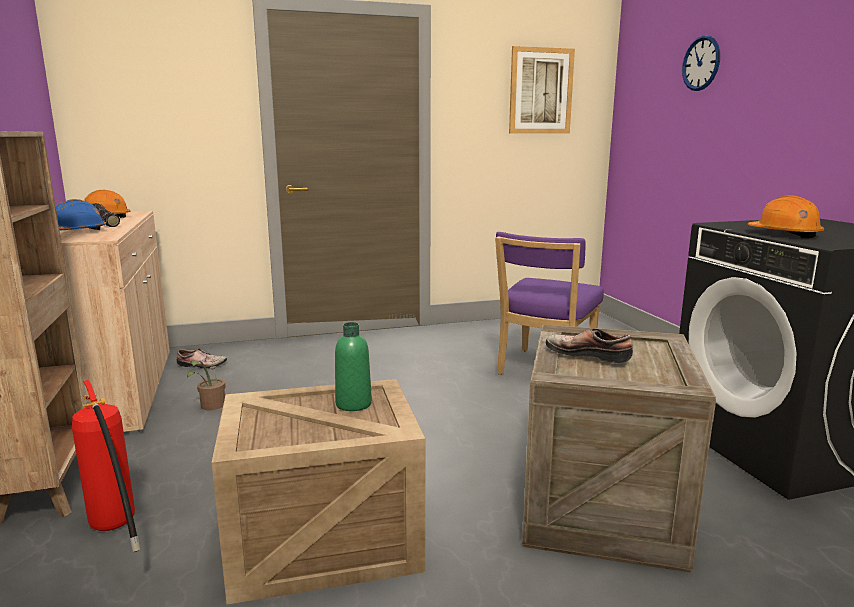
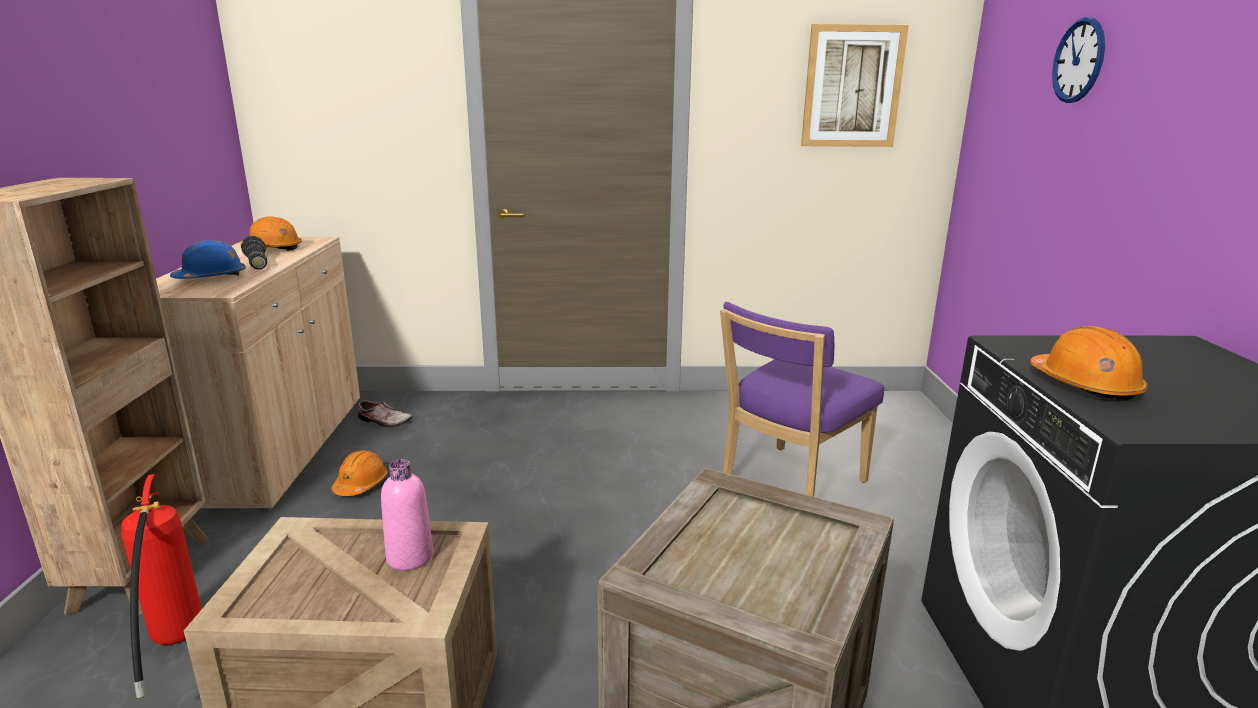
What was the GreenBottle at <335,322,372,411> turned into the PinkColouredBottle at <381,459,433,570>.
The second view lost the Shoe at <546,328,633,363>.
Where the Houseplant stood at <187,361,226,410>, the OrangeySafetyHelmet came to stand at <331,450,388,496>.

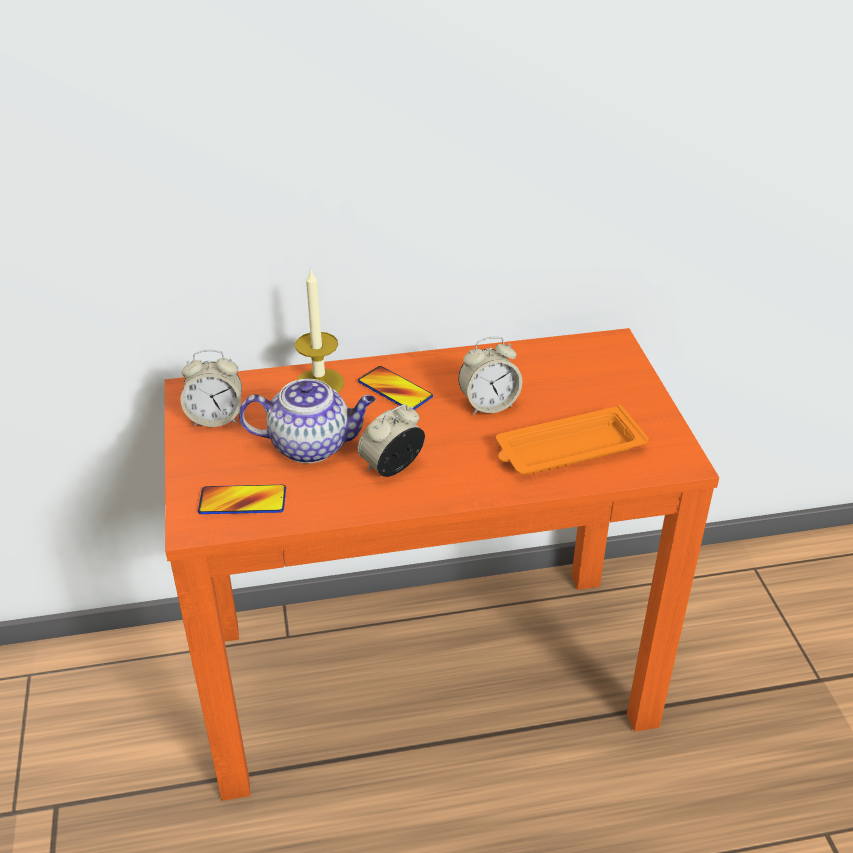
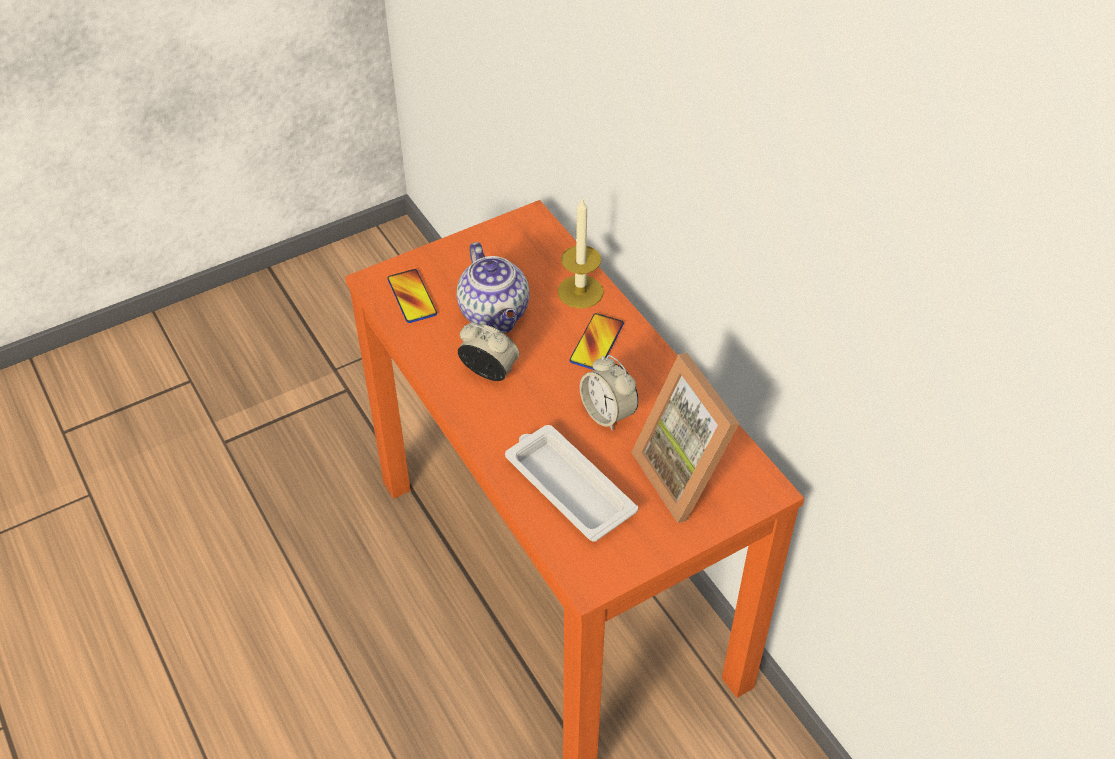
The second view lost the TableClock at <180,350,242,427>.
What was the OrangeyTray at <496,405,649,475> turned into the WhiteColouredTray at <505,425,638,542>.
The second view gained the StandingFrame at <631,353,740,523>.

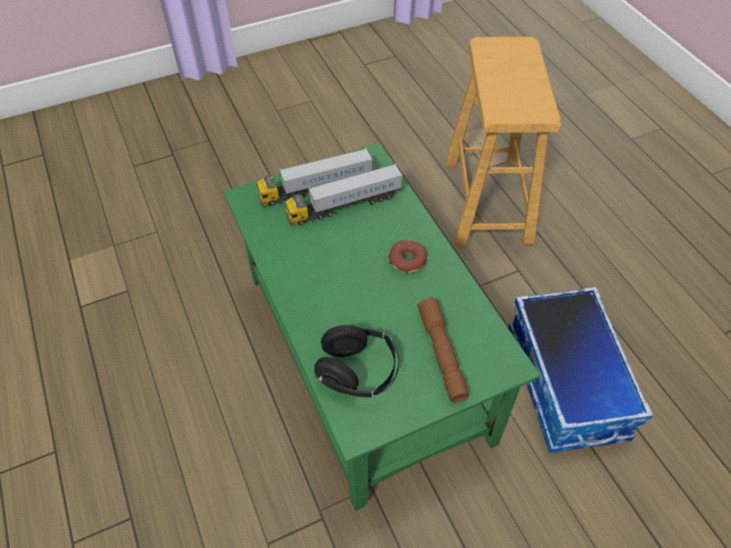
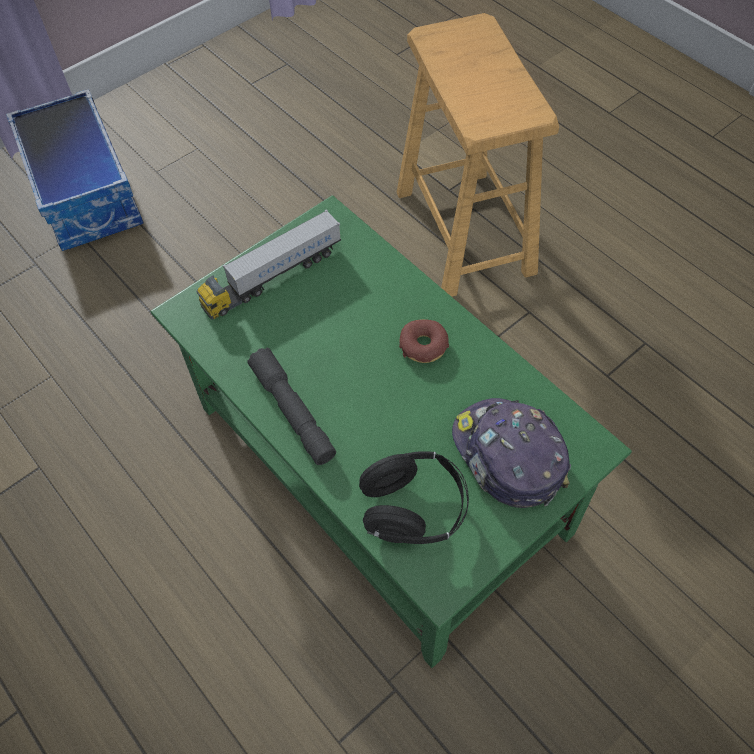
The second view lost the ToyLorry at <285,163,403,226>.
The StorageBox ended up elsewhere, having gone from <508,287,653,453> to <6,89,144,251>.
Where the BrownishTorch stood at <417,297,469,403>, the PeakedCap came to stand at <452,398,571,508>.
The second view gained the GreyishTorch at <247,348,336,465>.

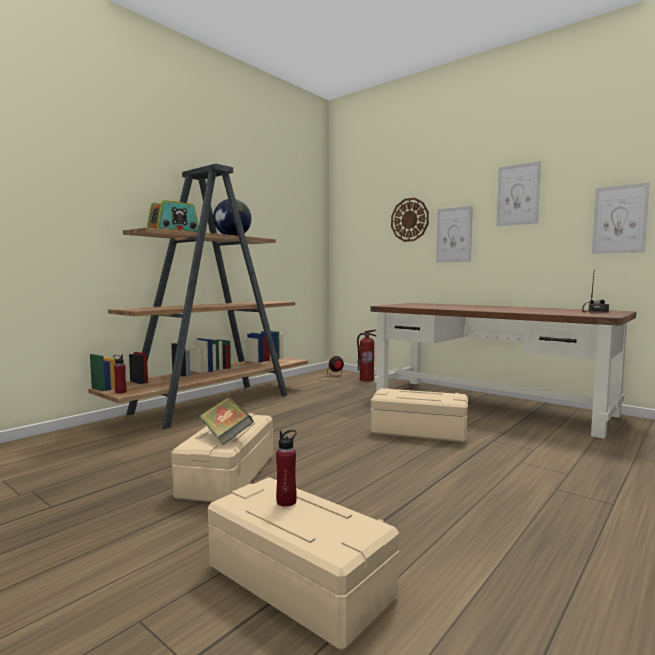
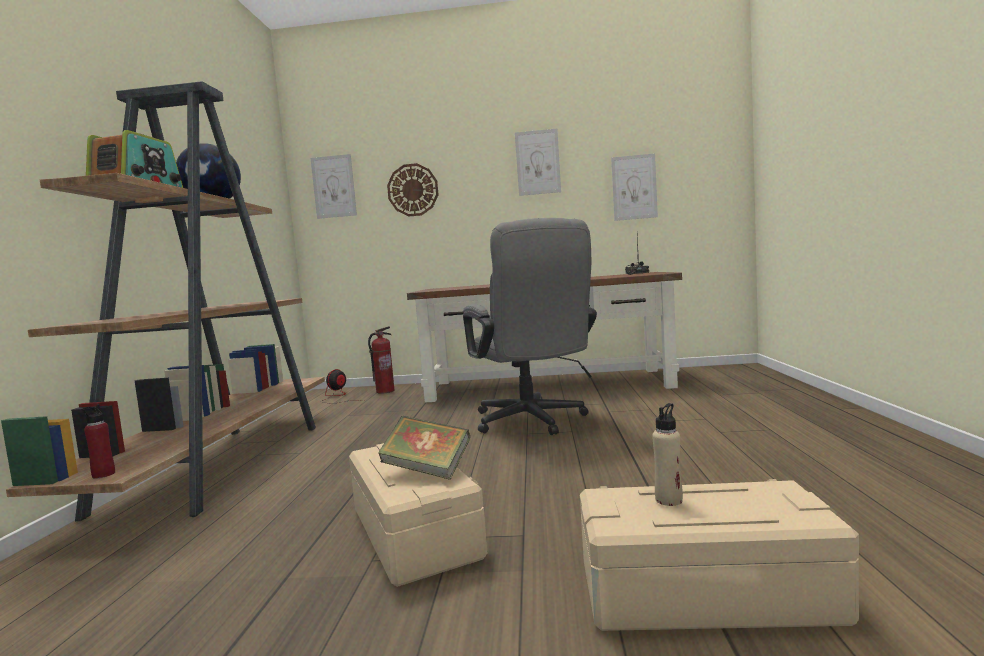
The WallArt ended up elsewhere, having gone from <436,206,473,262> to <310,154,357,219>.
Where the BeigeStorageBox stood at <370,388,468,442>, the GreyishDeskChair came to stand at <463,218,597,435>.
What was the RedColouredBottle at <276,430,297,507> turned into the BeigeBottle at <652,403,683,506>.

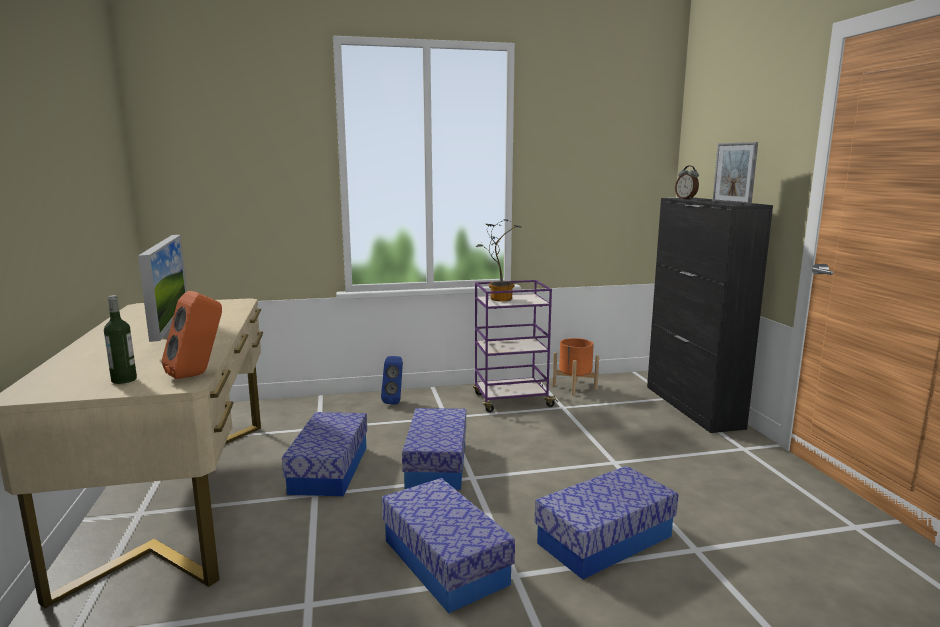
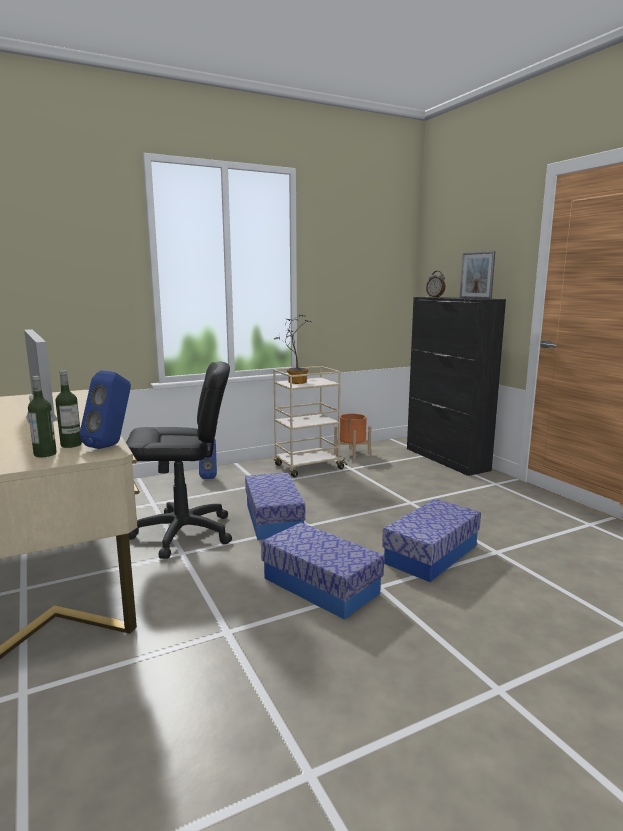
What was the PurplishCart at <473,280,558,412> turned into the BeigeCart at <273,366,347,477>.
What was the OrangeyAudioSpeaker at <162,291,222,379> turned into the BlueAudioSpeaker at <79,370,131,449>.
Where the StorageBox stood at <282,412,367,496>, the BlackColouredDeskChair came to stand at <126,362,232,559>.
The second view gained the Bottle at <55,371,82,448>.

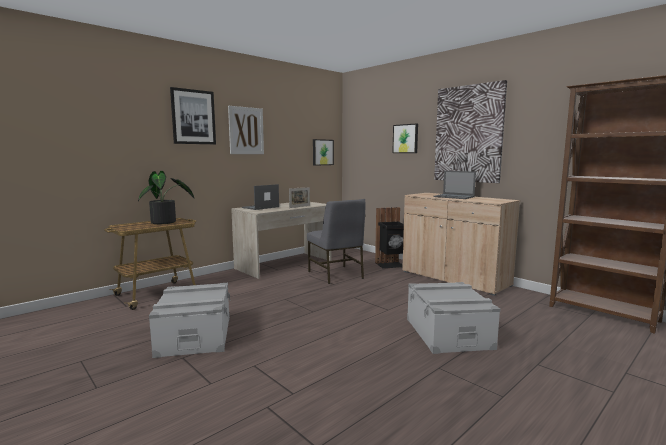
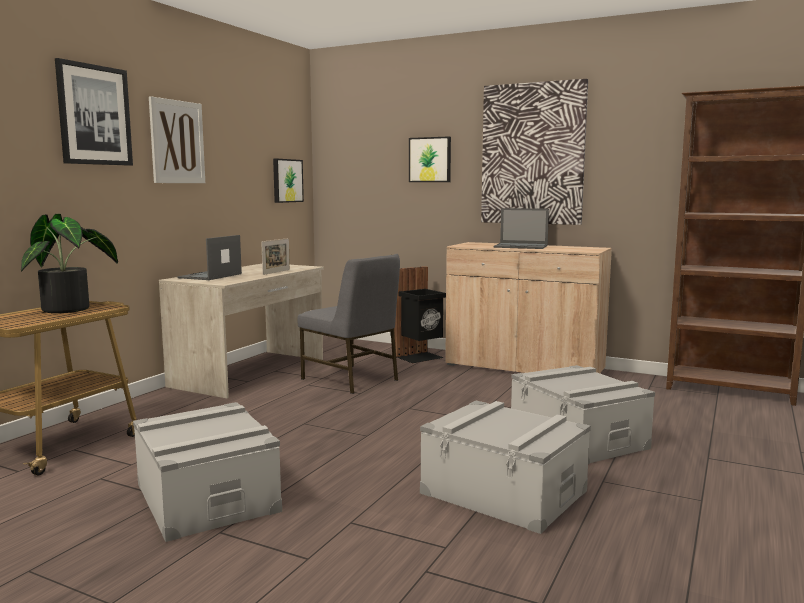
The second view gained the GreyishStorageBox at <420,401,591,534>.

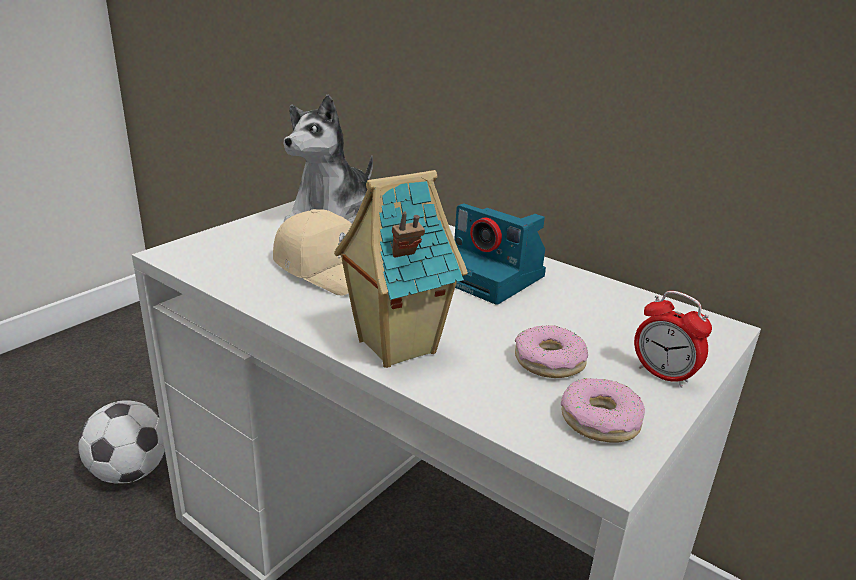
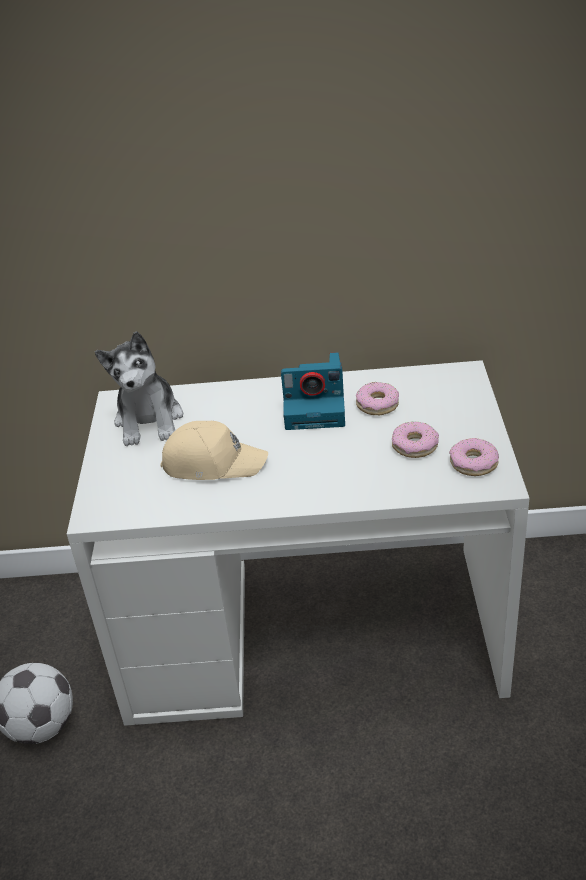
The second view lost the ToyHouse at <334,170,468,368>.
The second view lost the TableClock at <634,291,712,388>.
The second view gained the Doughnut at <356,382,399,415>.

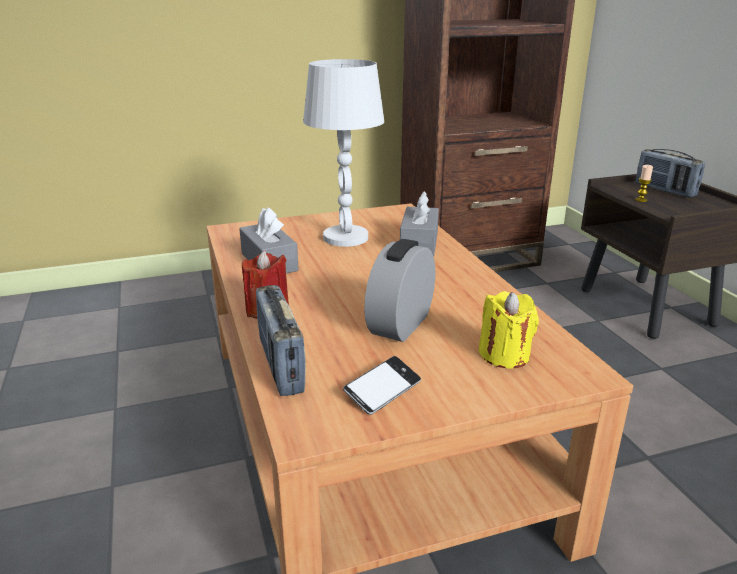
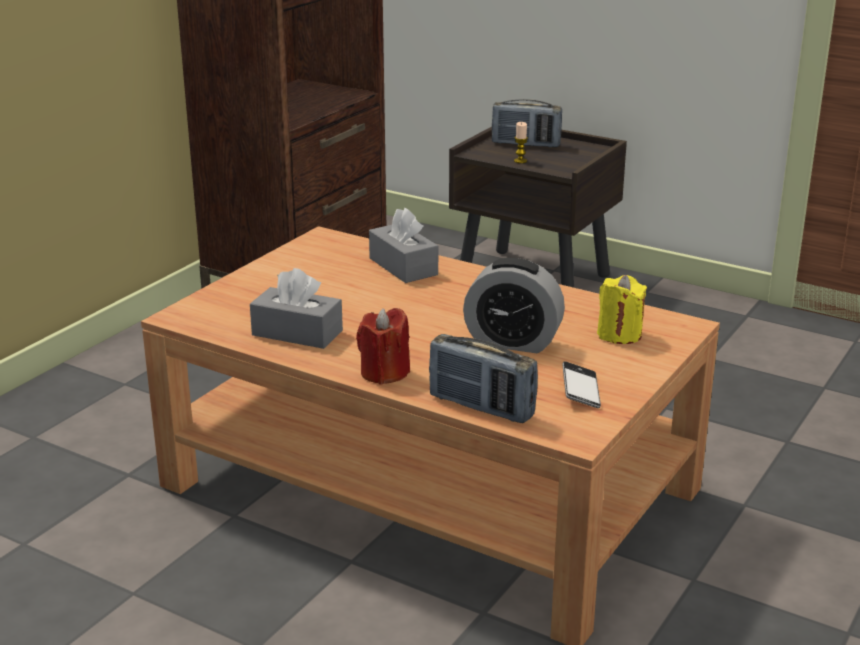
The second view lost the WhiteColouredTabletopLamp at <303,59,384,247>.
The TableClock at <364,239,435,342> ended up facing another way, 60 degrees counterclockwise from before.

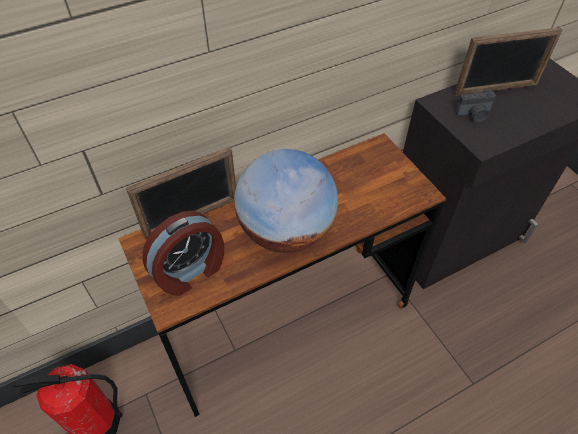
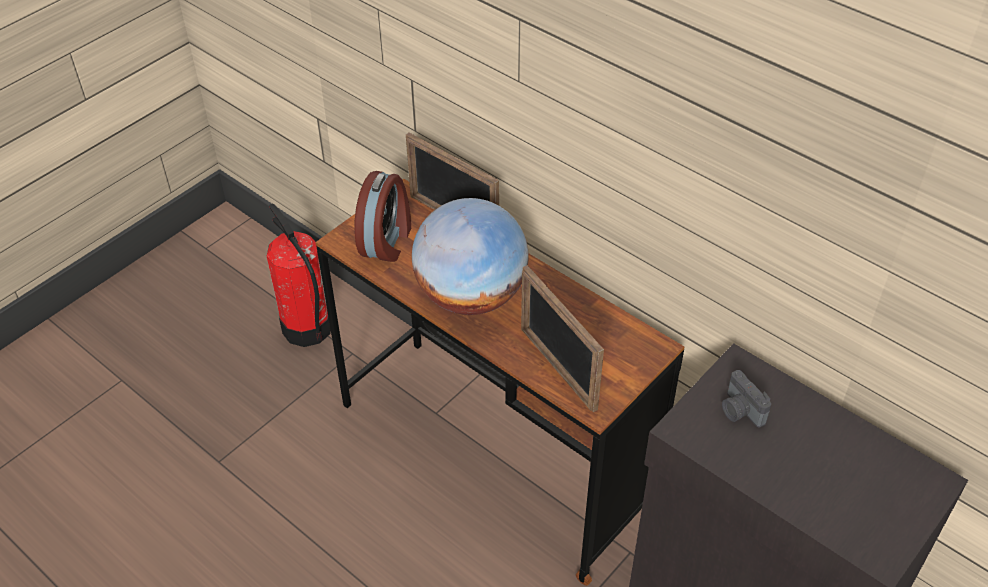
The StandingFrame ended up elsewhere, having gone from <454,27,563,96> to <521,265,604,412>.
The TableClock at <142,211,224,296> ended up facing another way, 105 degrees counterclockwise from before.

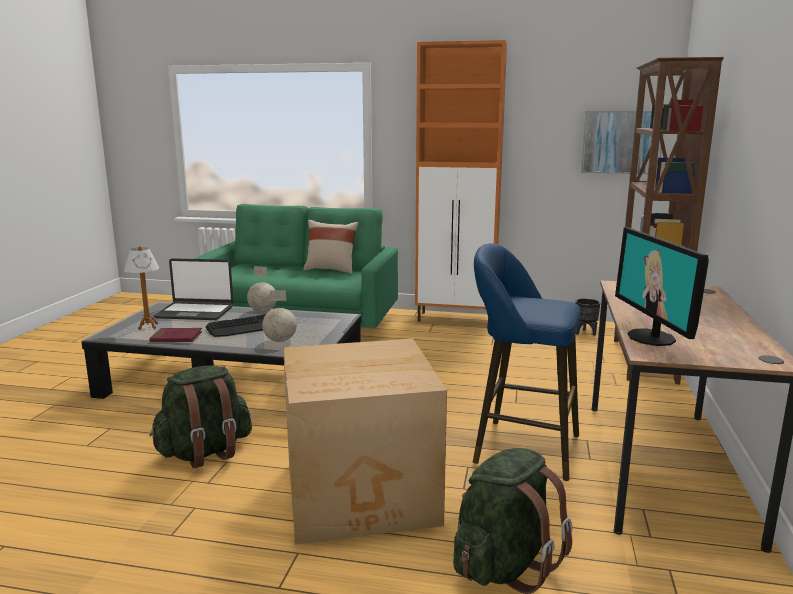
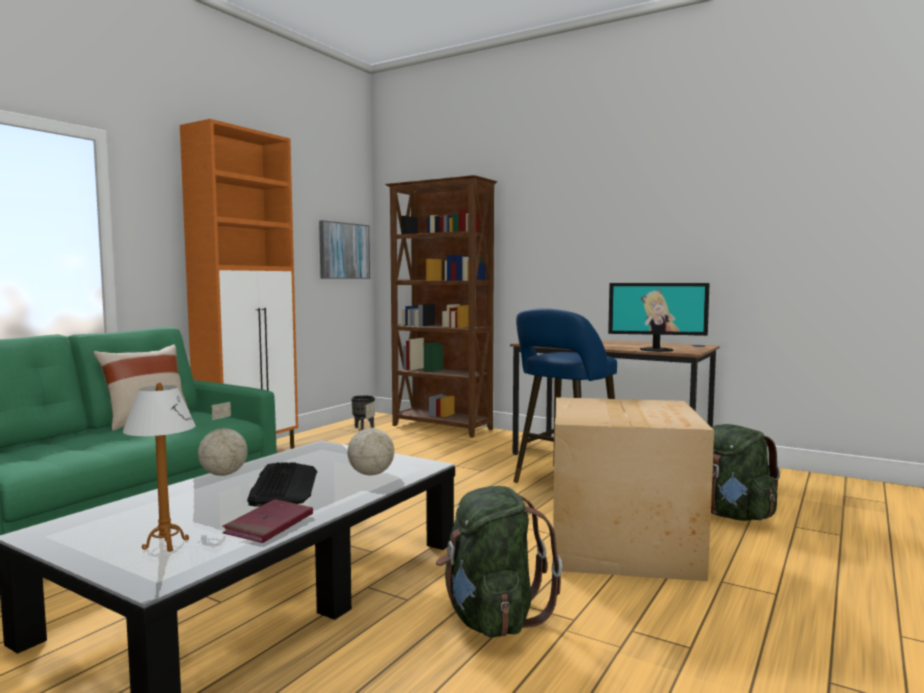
The second view lost the NotebookComputer at <154,258,234,320>.

